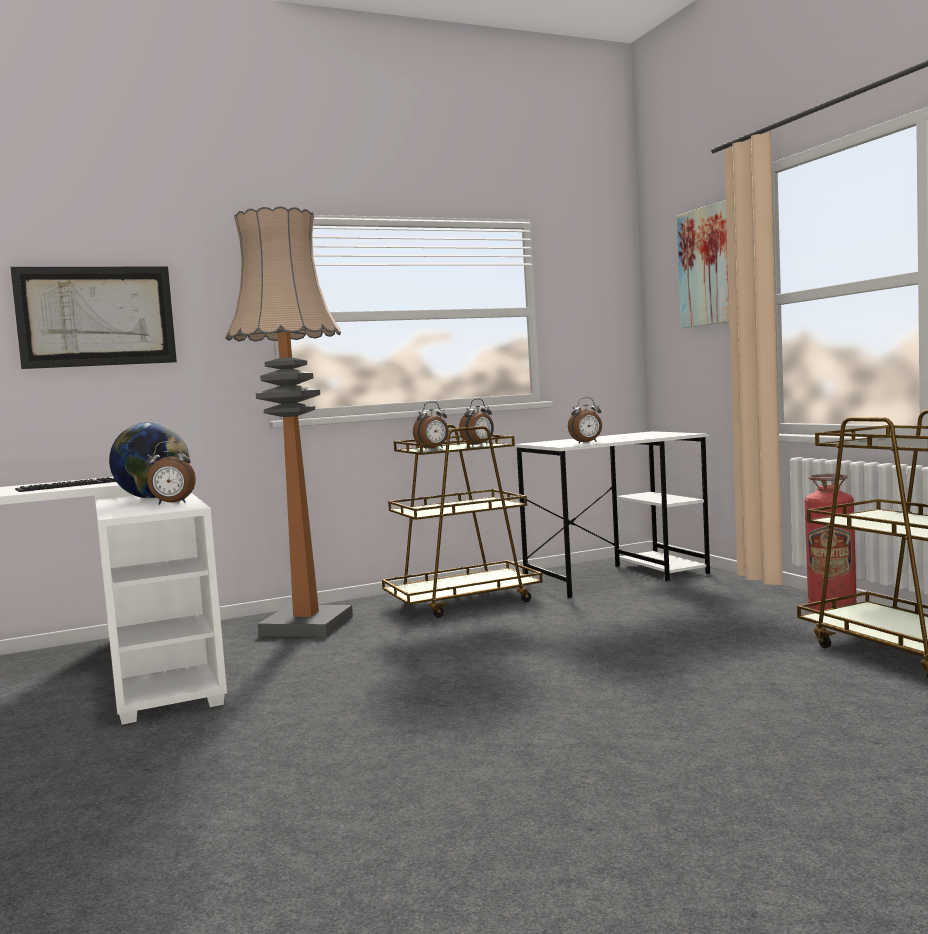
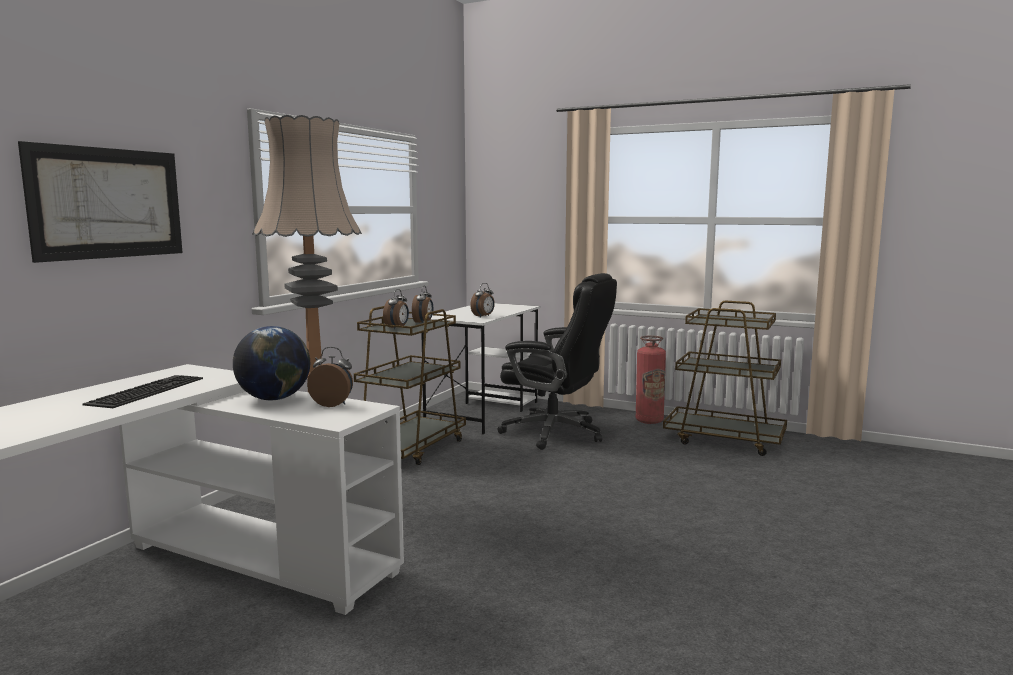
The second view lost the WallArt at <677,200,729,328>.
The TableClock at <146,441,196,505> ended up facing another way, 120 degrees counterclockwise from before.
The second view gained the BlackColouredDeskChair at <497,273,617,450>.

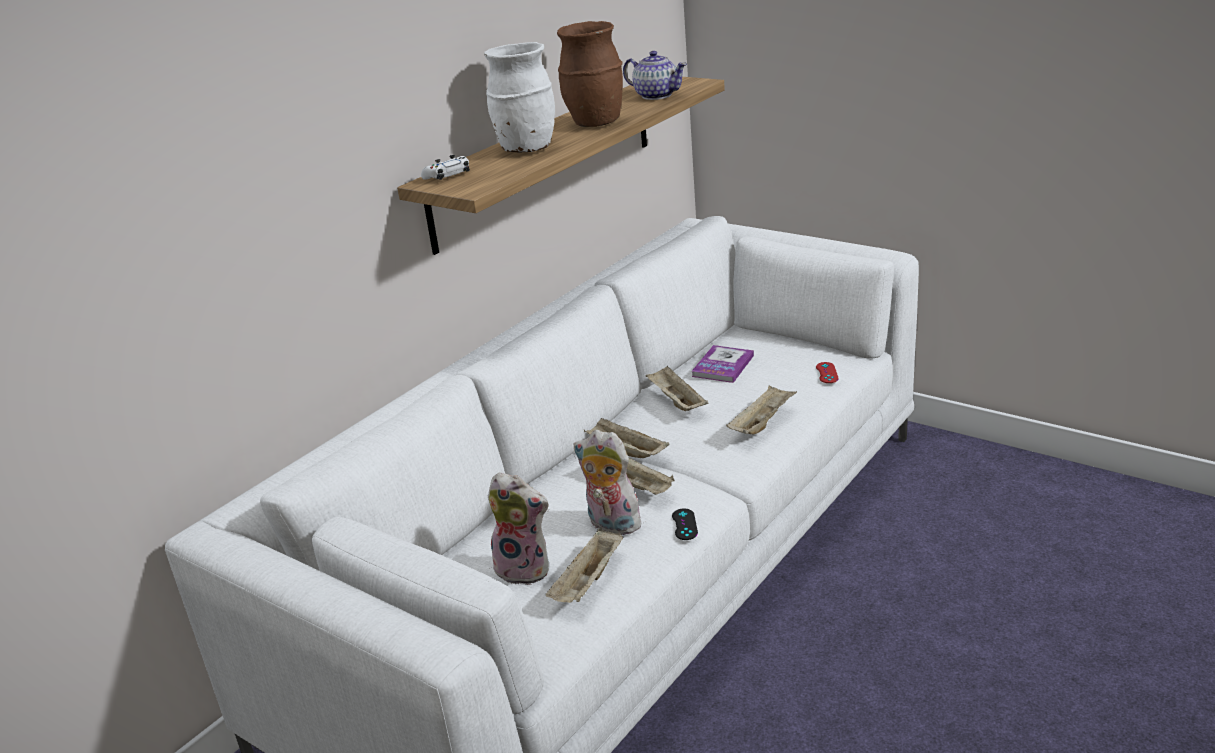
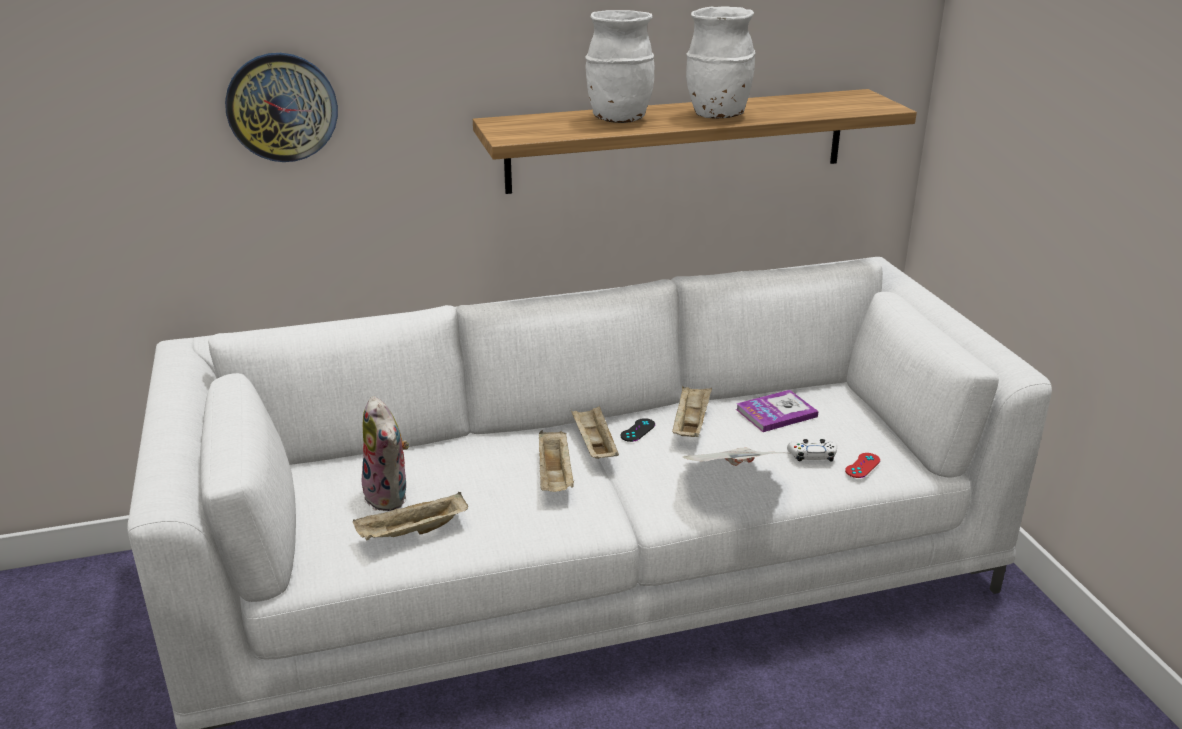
What was the BrownishDecorativeVase at <557,21,623,127> turned into the WhiteColouredDecorativeVase at <686,6,755,119>.
The second view lost the PotForTea at <623,51,687,100>.
The WhiteColouredJoypad ended up elsewhere, having gone from <421,155,470,180> to <787,439,837,462>.
Where the BeigeTray stood at <726,385,797,435>, the Newspaper came to stand at <682,447,790,466>.
The second view lost the SoftToy at <574,430,648,535>.
The BlackColouredJoypad ended up elsewhere, having gone from <672,509,698,540> to <620,418,655,442>.
The second view gained the HangingClock at <225,53,338,162>.

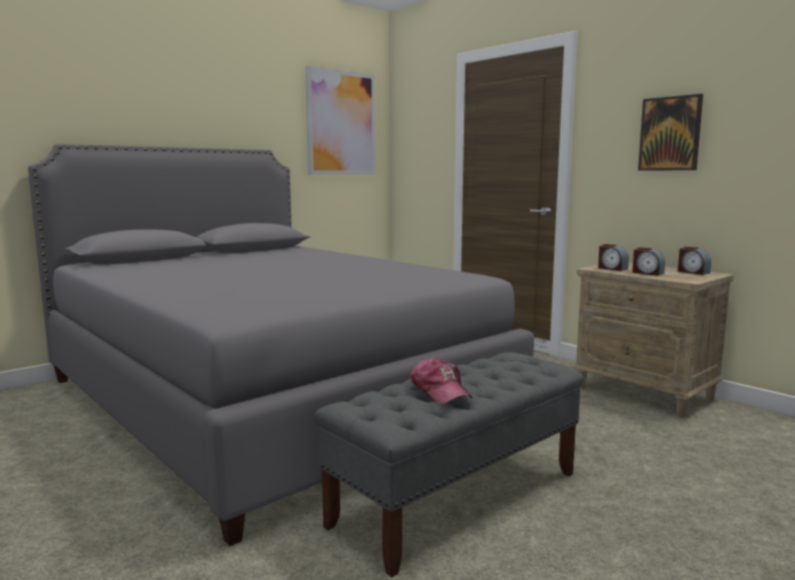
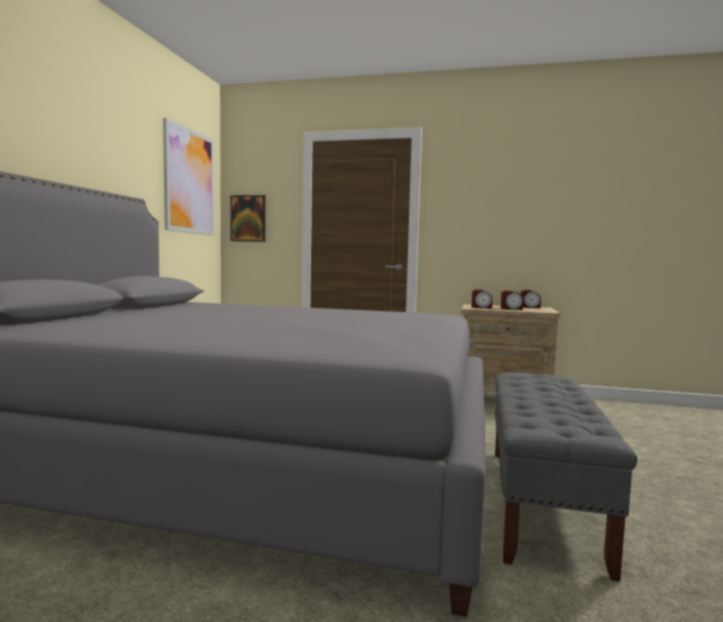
The WallArt ended up elsewhere, having gone from <638,94,703,171> to <230,195,266,242>.
The second view lost the PeakedCap at <411,357,472,404>.

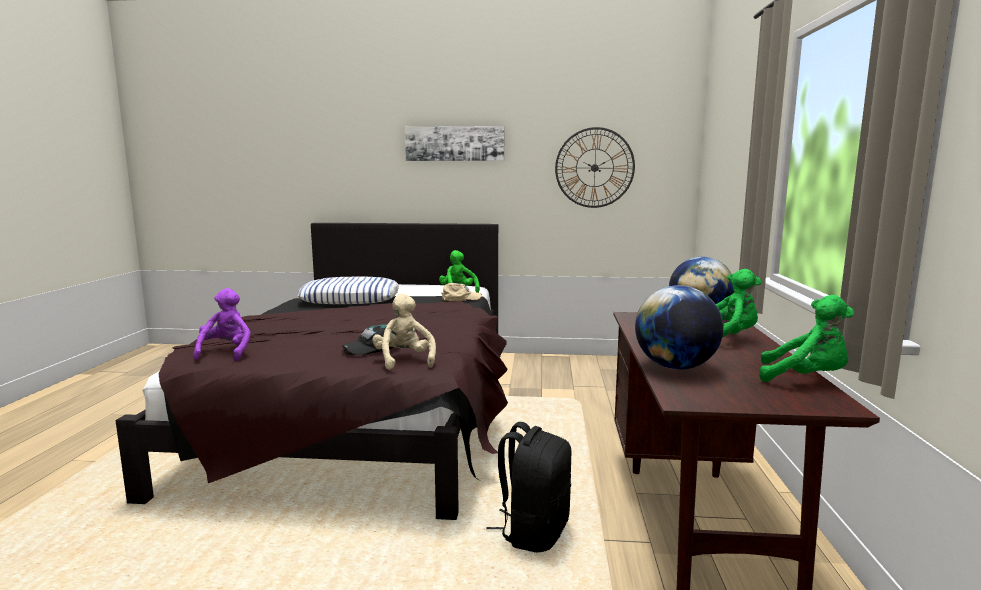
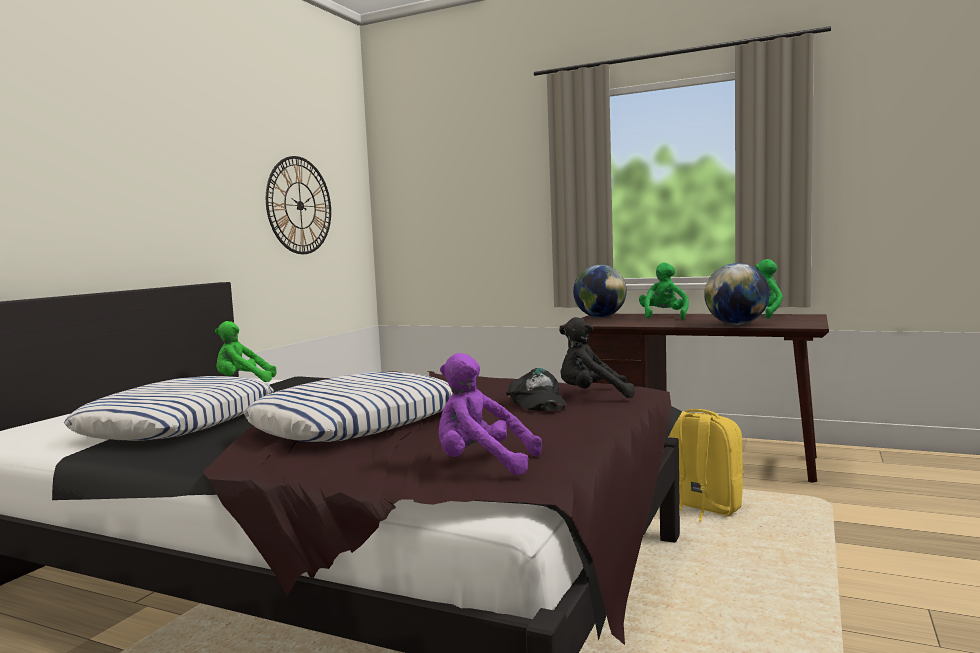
The second view lost the WallArt at <405,126,504,161>.
The second view lost the BeigePeakedCap at <441,283,482,302>.
What was the BeigeSoftToy at <372,294,436,370> turned into the BlackColouredSoftToy at <559,317,635,398>.
What was the BlackColouredKnapsack at <486,422,571,553> turned into the YellowishKnapsack at <669,409,744,522>.
The second view gained the Cushion at <244,372,453,442>.

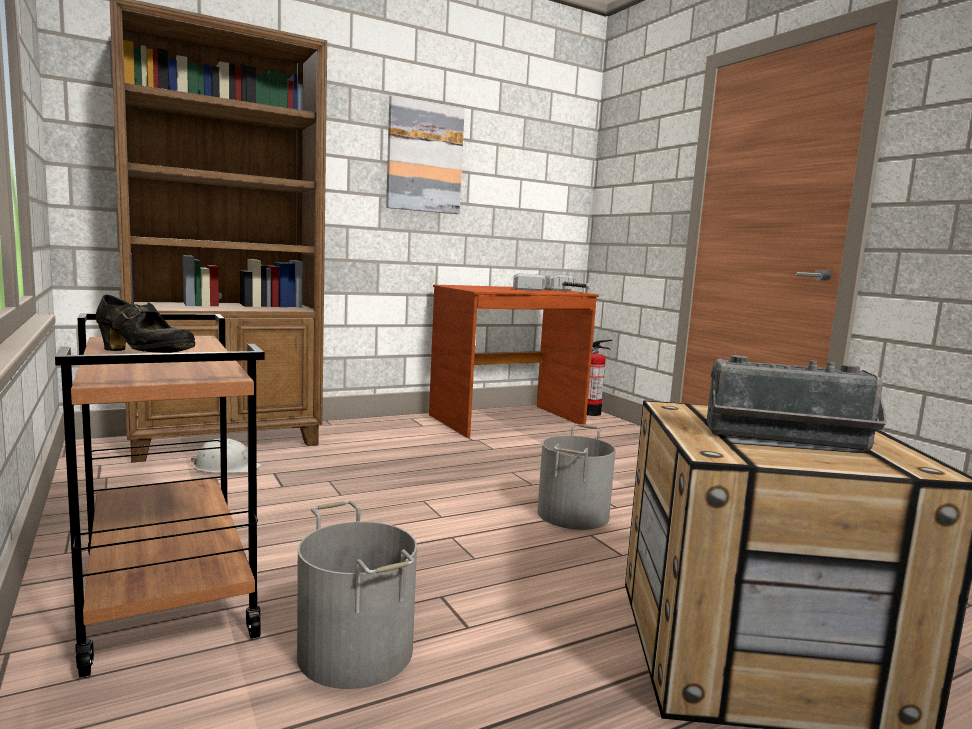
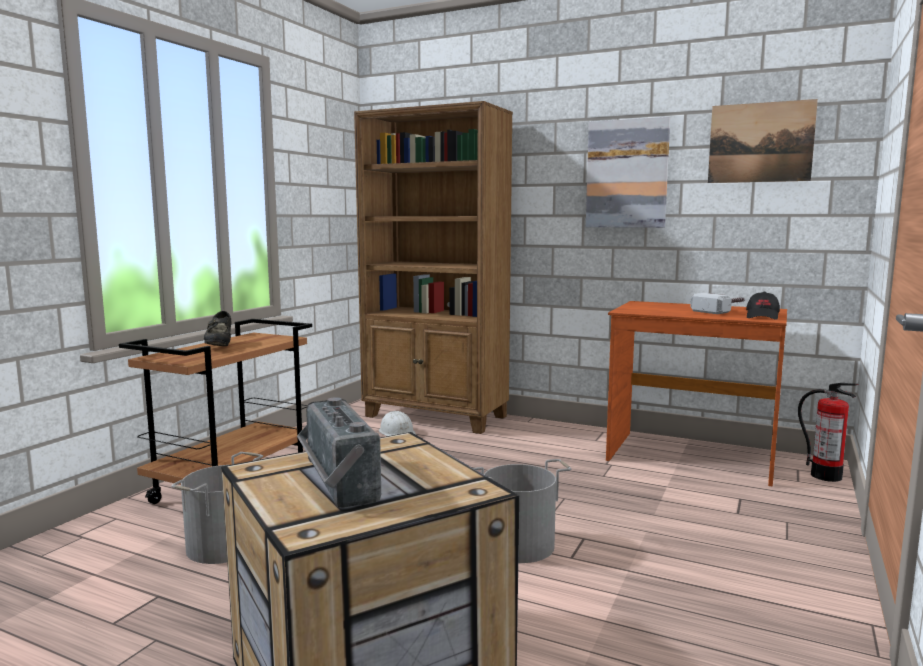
Where the ToolHammer stood at <544,275,591,291>, the BlackColouredPeakedCap came to stand at <746,292,780,320>.
The second view gained the WallArt at <708,99,818,183>.

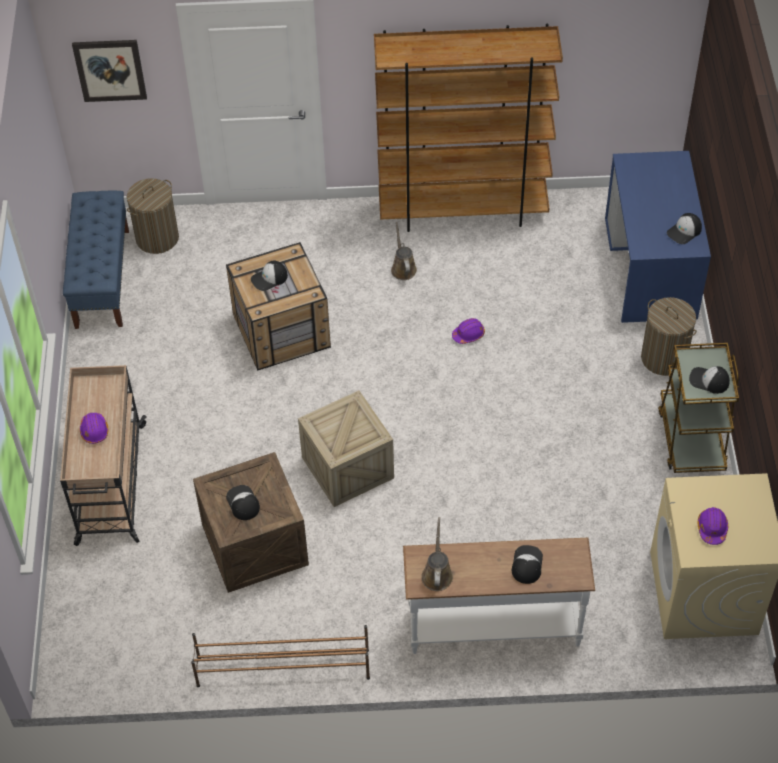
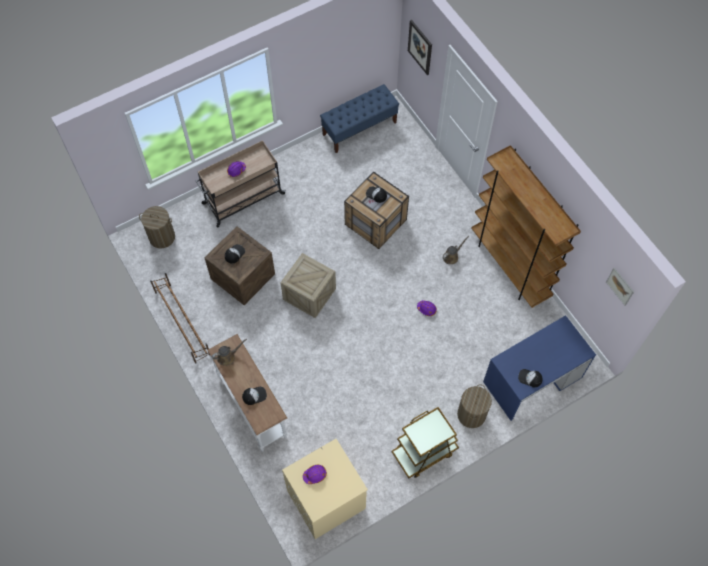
The LaundryBasket ended up elsewhere, having gone from <127,178,179,254> to <139,206,175,249>.
The second view lost the PeakedCap at <689,366,730,394>.
The second view gained the WallArt at <606,267,634,306>.

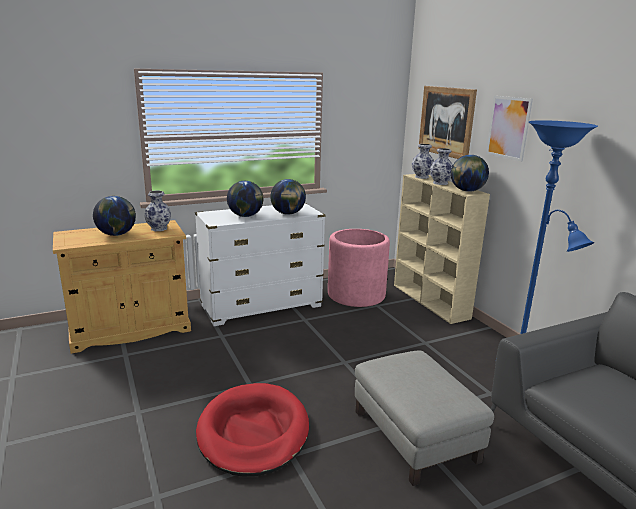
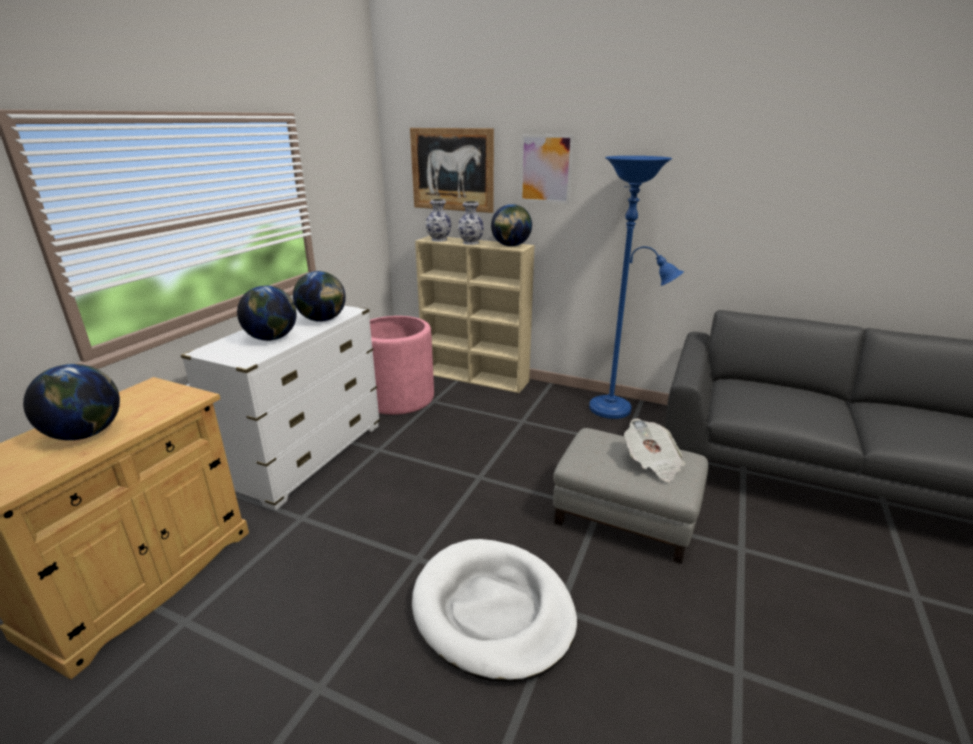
The second view lost the DecorativeVase at <144,191,171,231>.
What was the RedColouredPetBed at <196,383,309,477> turned into the WhiteColouredPetBed at <412,539,577,682>.
The second view gained the Newspaper at <624,418,686,482>.

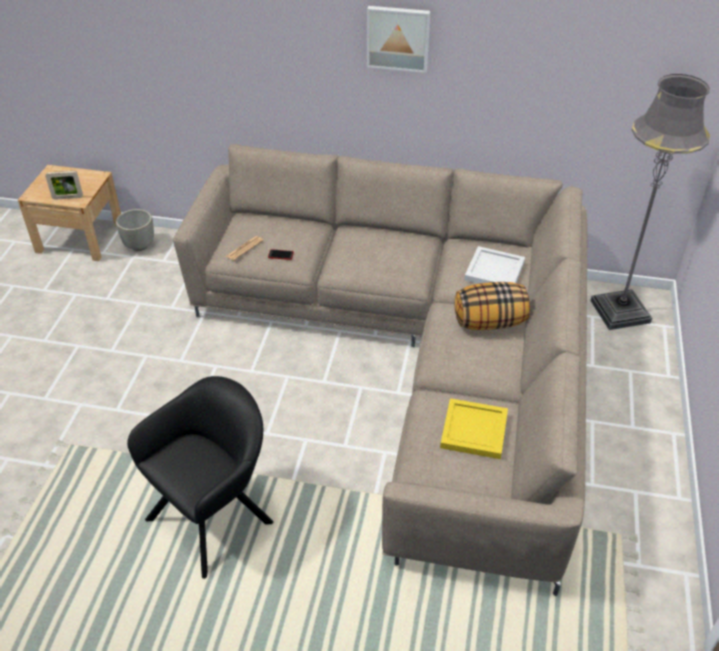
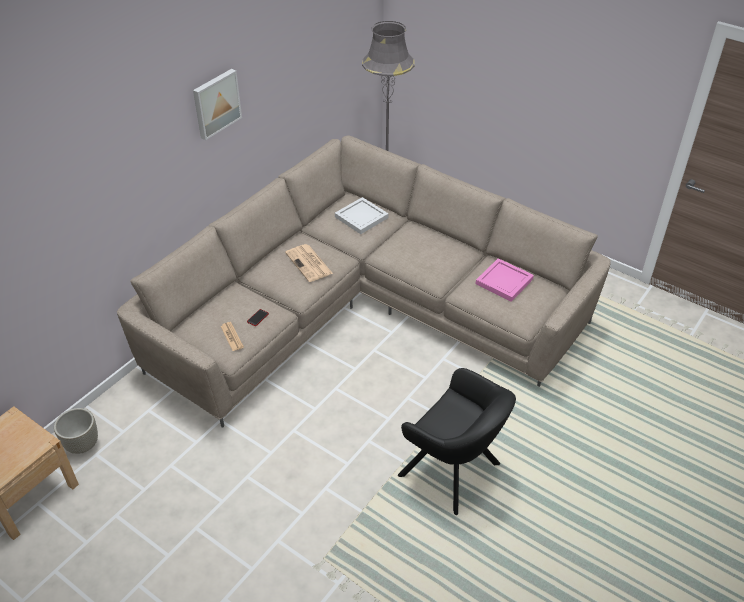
The second view lost the StandingFrame at <46,171,83,200>.
The second view lost the Cushion at <455,282,530,330>.
The BlackColouredLoungeChair at <127,376,273,579> ended up facing another way, 150 degrees clockwise from before.
What was the YellowishTray at <440,398,508,459> turned into the PinkColouredTray at <476,258,534,302>.
The second view gained the Newspaper at <285,244,333,282>.

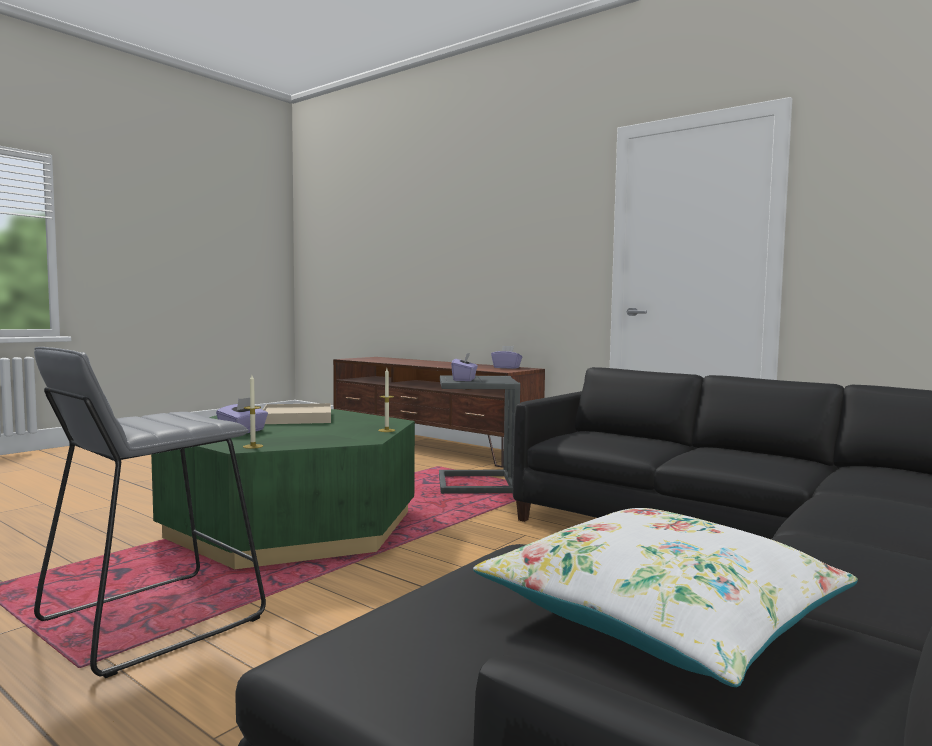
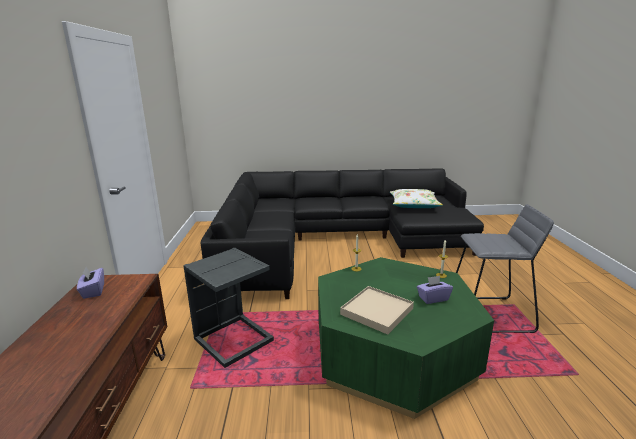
The second view lost the PurplishTissueBox at <451,353,478,381>.

